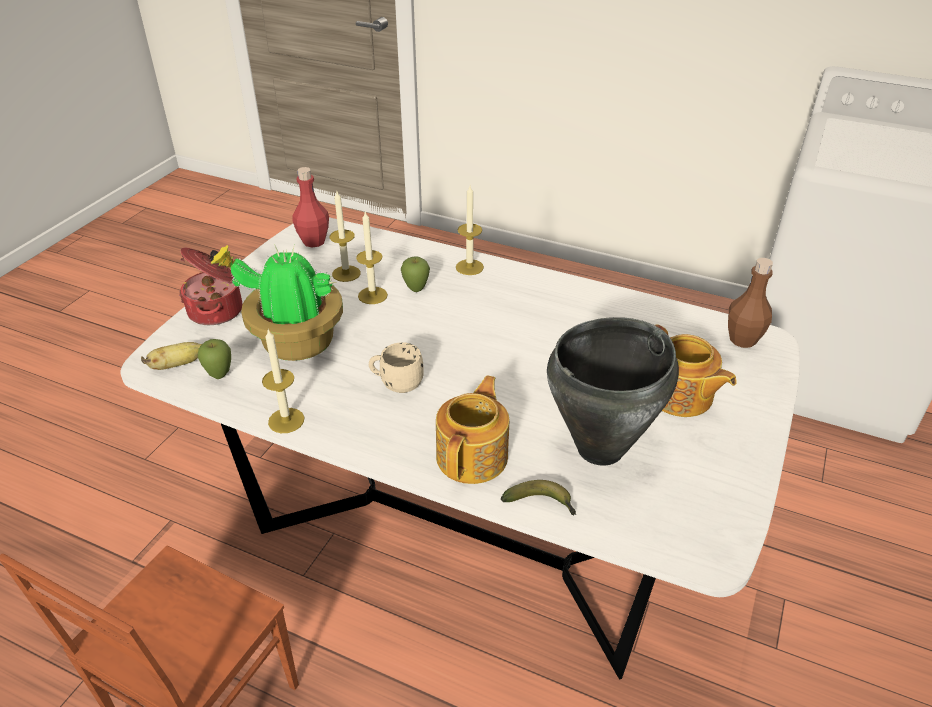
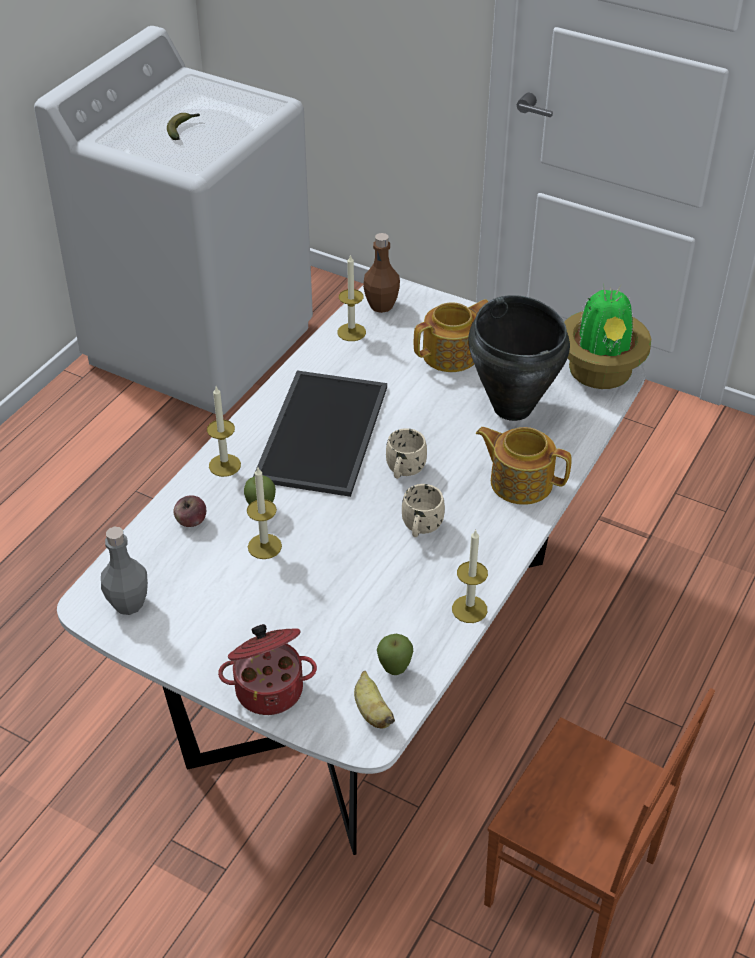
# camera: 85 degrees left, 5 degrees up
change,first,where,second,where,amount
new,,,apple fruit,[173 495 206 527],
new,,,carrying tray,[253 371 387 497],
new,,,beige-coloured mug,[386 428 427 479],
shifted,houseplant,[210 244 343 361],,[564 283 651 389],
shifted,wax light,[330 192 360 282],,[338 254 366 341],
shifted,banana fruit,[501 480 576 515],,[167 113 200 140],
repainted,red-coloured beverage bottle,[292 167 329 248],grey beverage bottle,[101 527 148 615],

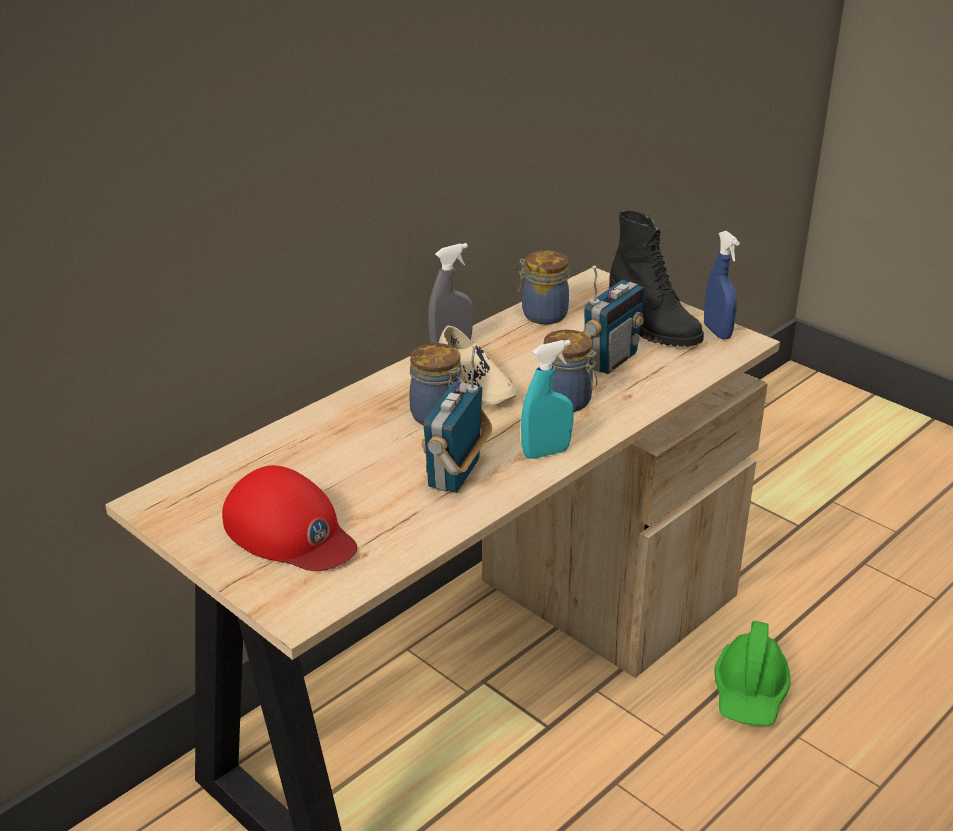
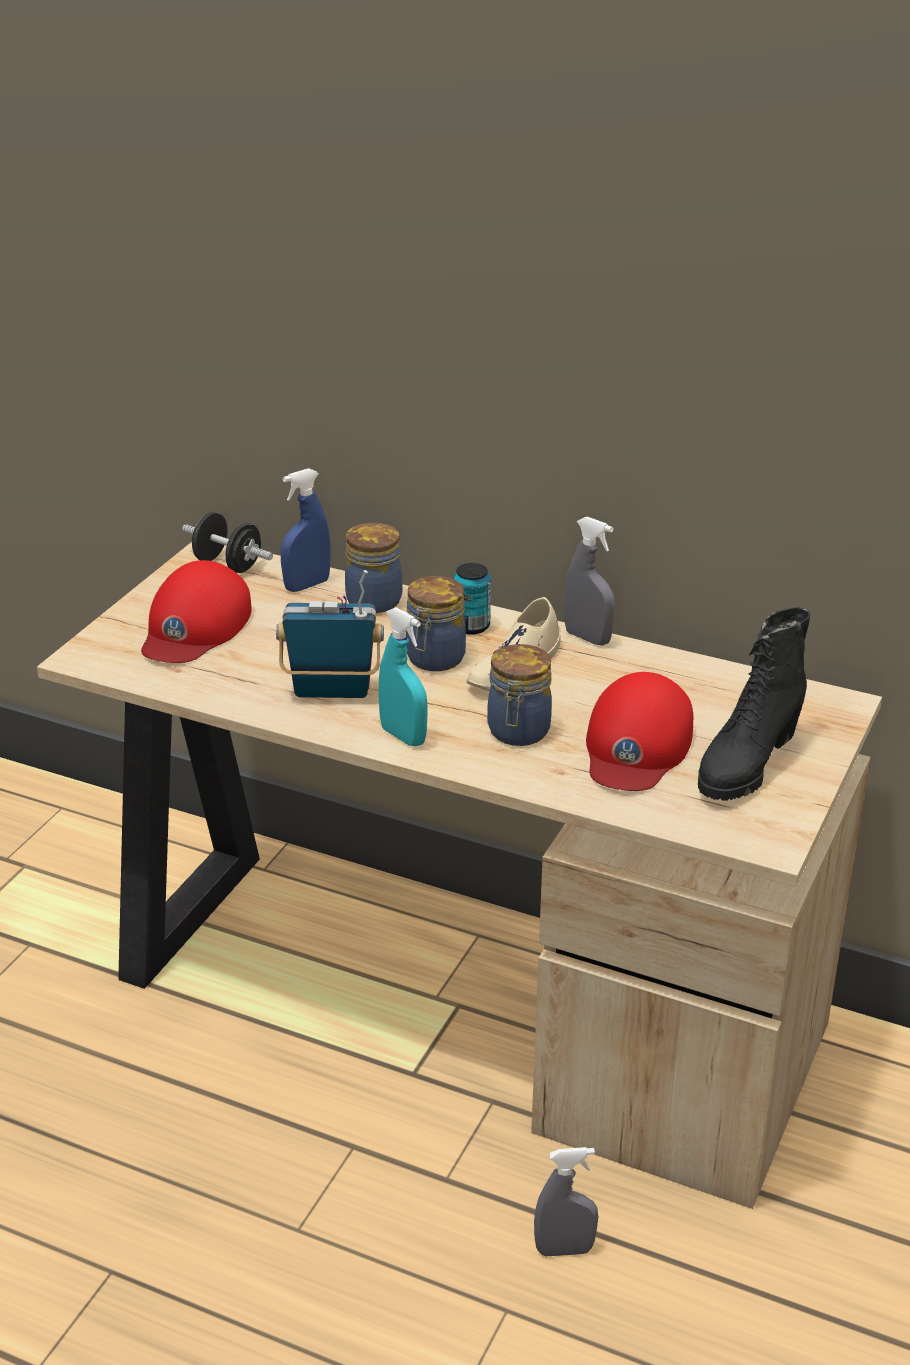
# camera: 70 degrees right, 0 degrees up
change,first,where,second,where,amount
new,,,blackish free weight,[182 512 273 573],
new,,,can,[453 563 491 635],
shifted,storage jar,[517 250 569 324],,[345 523 403 613],
shifted,blue sprayer,[704 231 740 340],,[281 468 331 592],
swapped,radio,[582 265 645 374],red-coloured cap,[586 672 693 791],
swapped,green work helmet,[714 621 791 726],grey sprayer,[534 1147 598 1256],

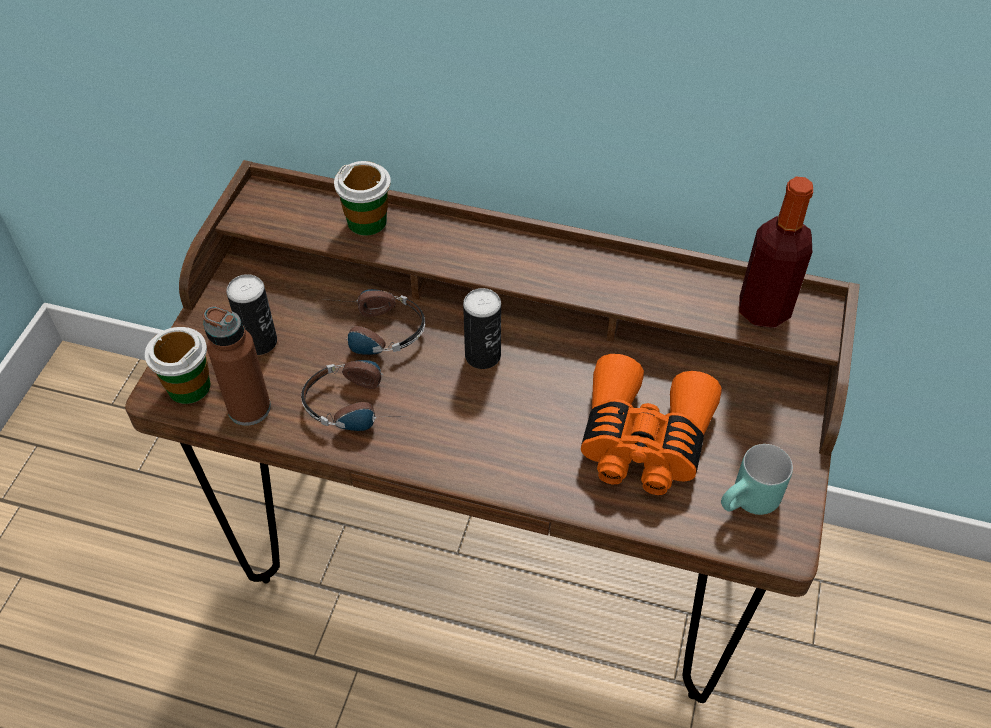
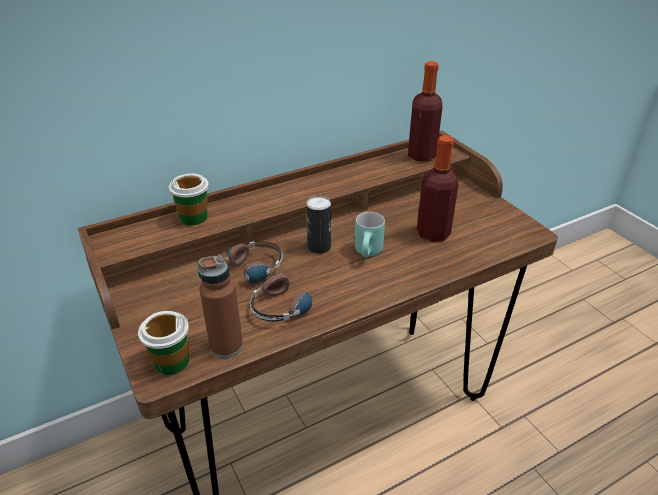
# camera: 45 degrees left, 15 degrees down
change,first,where,second,where,amount
gone,can,[226 274 277 355],,,
shifted,turquoise-coloured mug,[721 444 793 515],,[355 212 385 257],
swapped,orange-coloured pair of binoculars,[581 354 722 495],beverage bottle,[417 135 459 242],

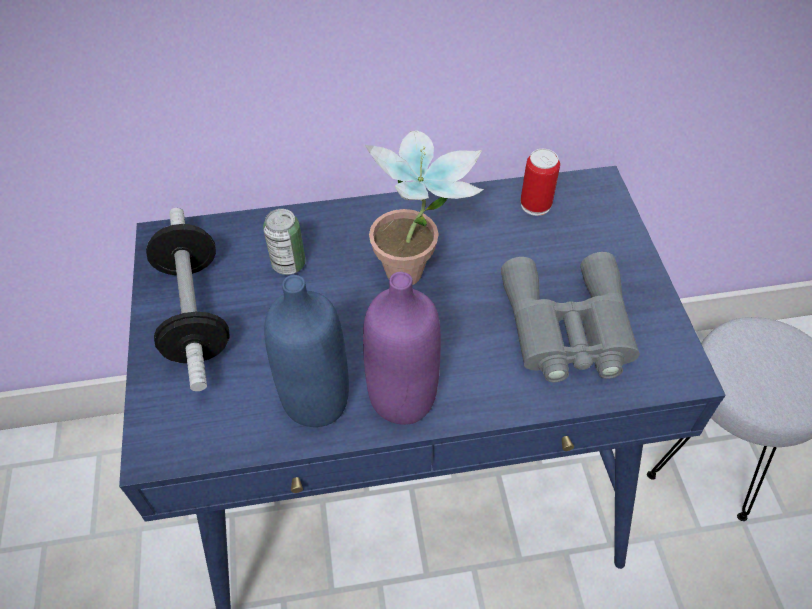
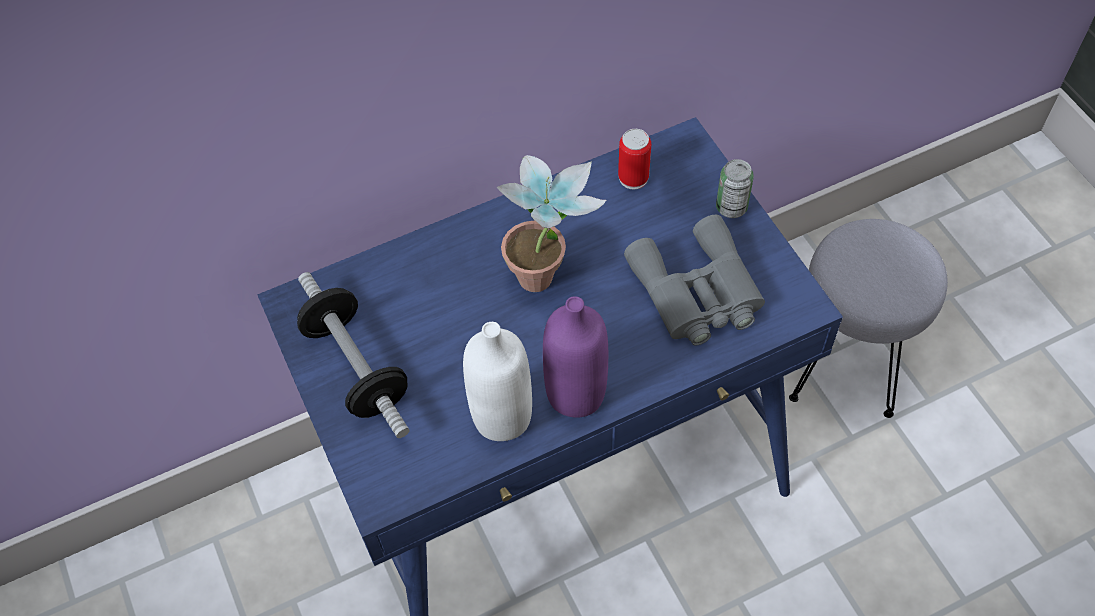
# camera: 15 degrees left, 5 degrees up
change,first,where,second,where,amount
shifted,can,[263 209 306 275],,[716 159 754 218],
repainted,blue beverage bottle,[264 275 349 427],white beverage bottle,[463 322 532 441],

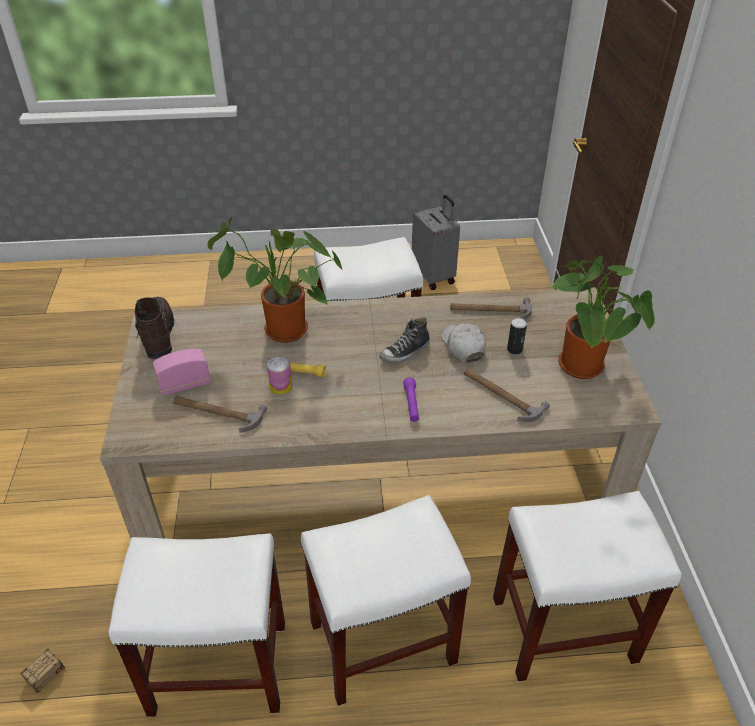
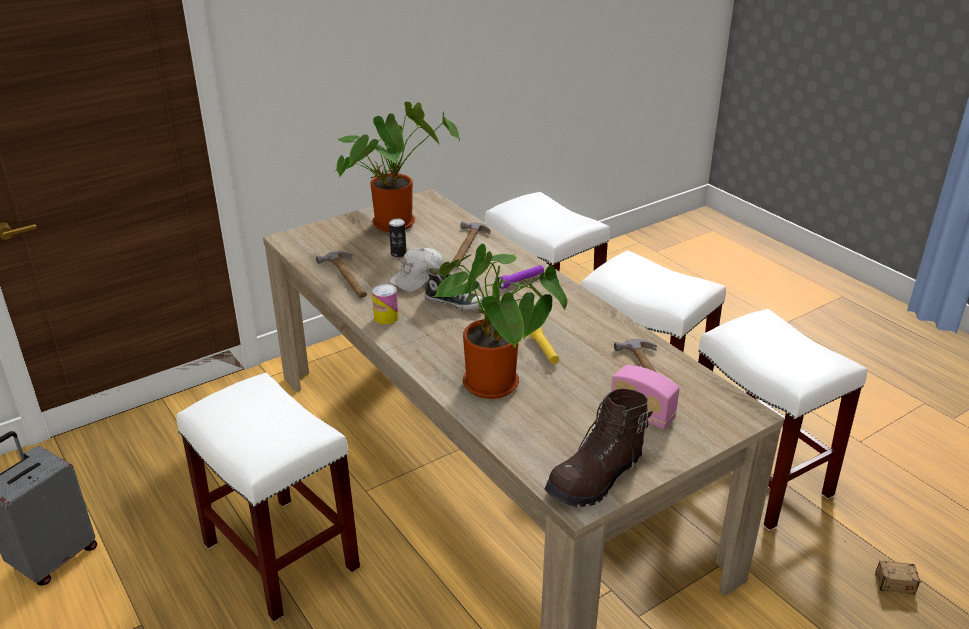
# camera: 120 degrees left, 10 degrees down
change,first,where,second,where,amount
shifted,can,[267 357 292 394],,[372 284 398 325],

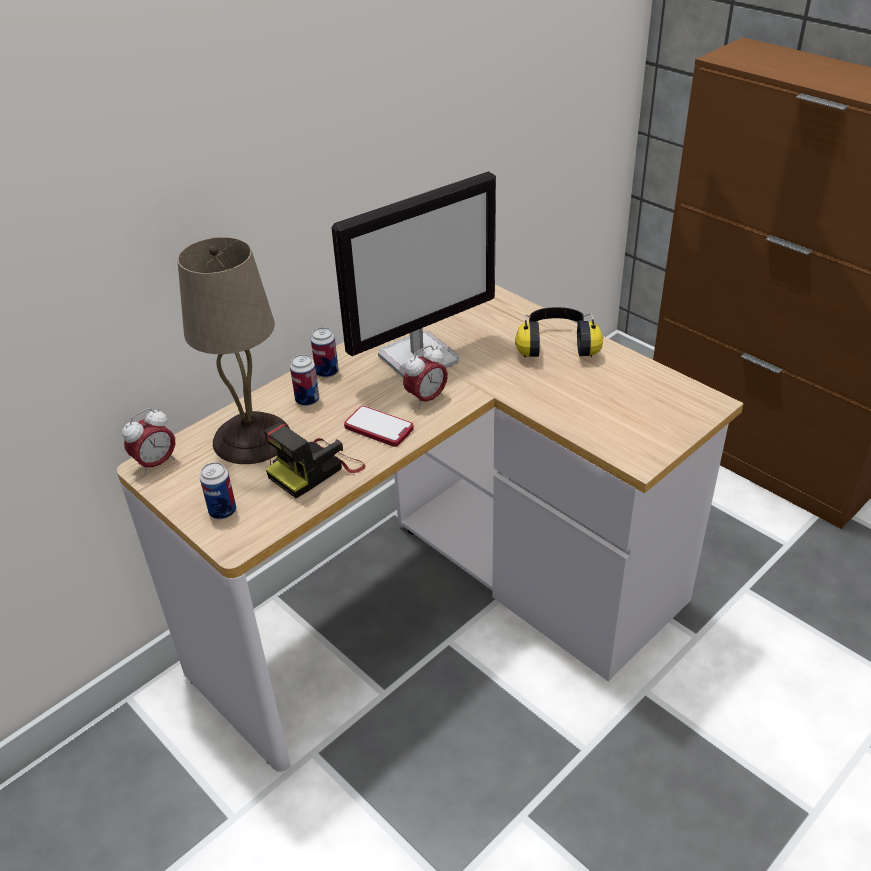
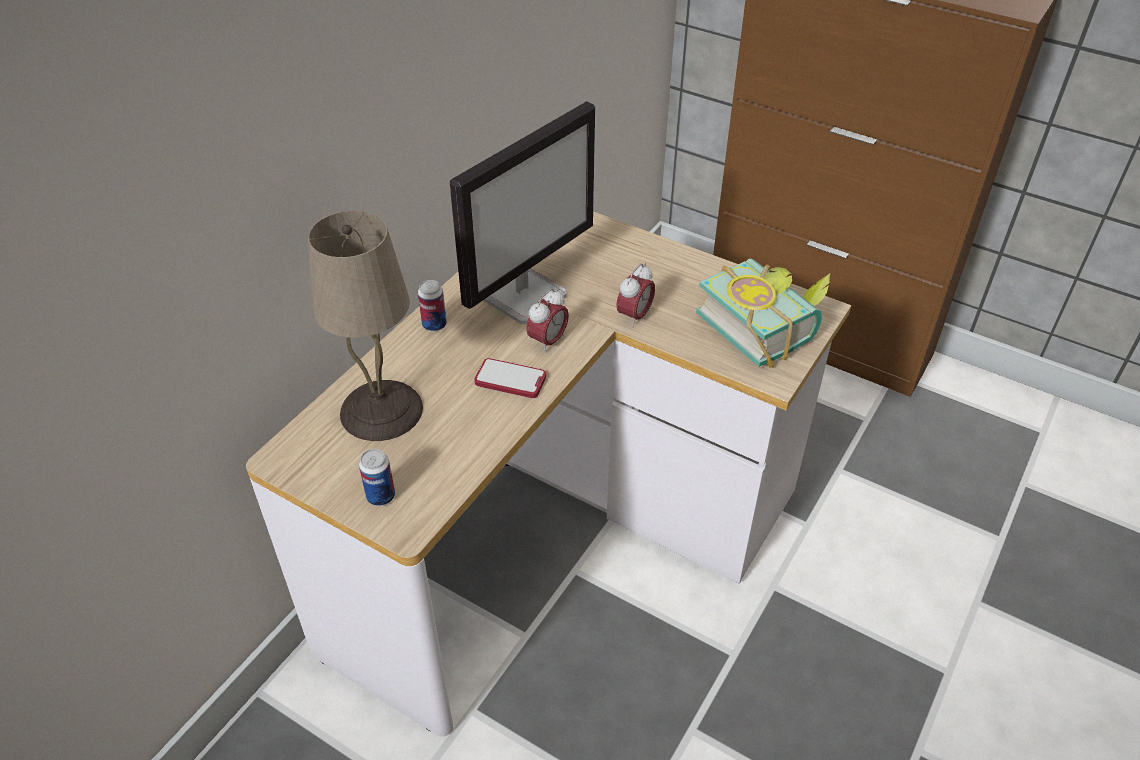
# camera: 15 degrees left, 5 degrees up
change,first,where,second,where,amount
gone,still camera,[264 423 365 498],,,
gone,can,[290 354 319 406],,,
gone,headset,[515 307 603 358],,,
new,,,volume,[696 258 830 368],
shifted,table clock,[122 408 175 476],,[617 263 655 328],

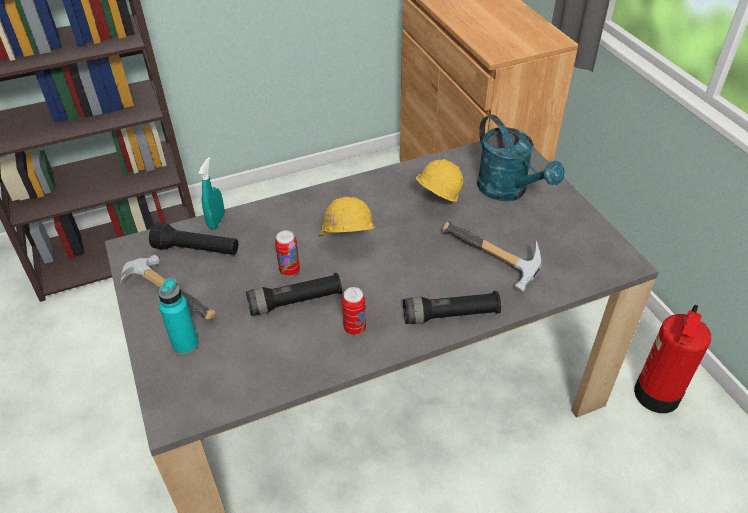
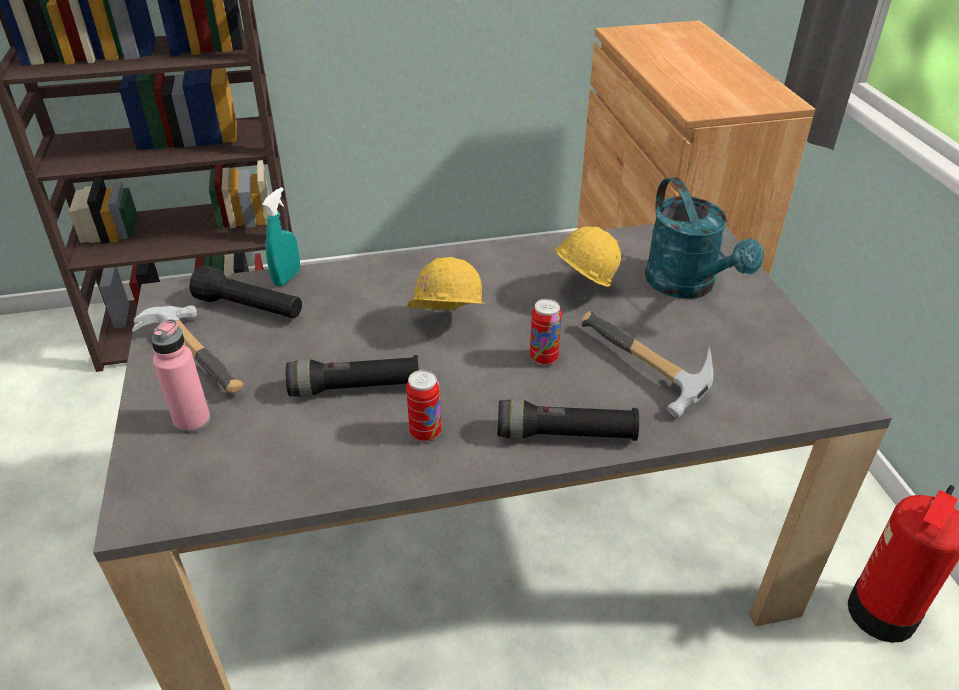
# camera: 10 degrees right, 5 degrees down
change,first,where,second,where,amount
shifted,can,[275 230 300 276],,[530 299 562 365],
repainted,turquoise-coloured beverage bottle,[158 278 199 355],pinkish beverage bottle,[151 319 211 434],

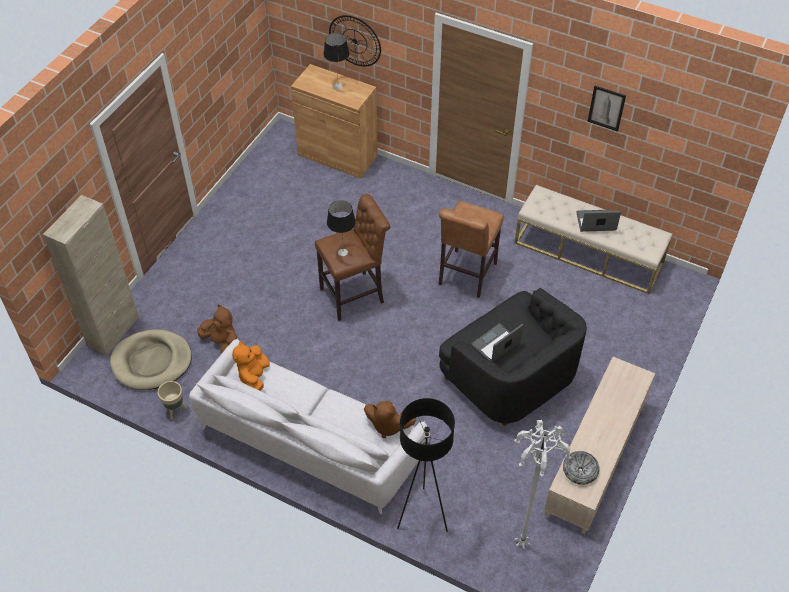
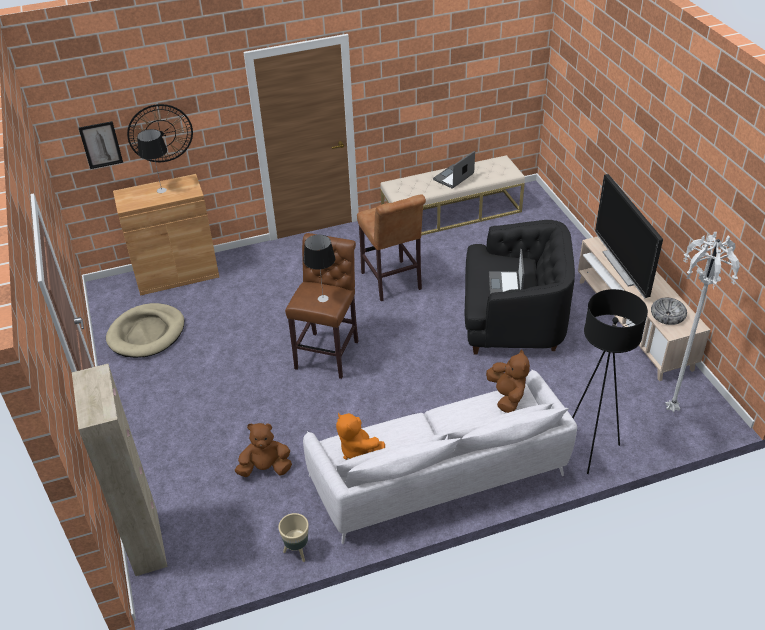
# camera: 45 degrees left, 10 degrees down
change,first,where,second,where,amount
new,,,TV set,[595 174 663 298],
shifted,beige-coloured dog bed,[110 329 192 390],,[106 303 184 358],
shifted,picture,[587 86 626 132],,[79 121 123 169],
rotated,brown-coloured soft toy,[364 401 417 438],,[486 349 530 413],75 degrees counterclockwise

